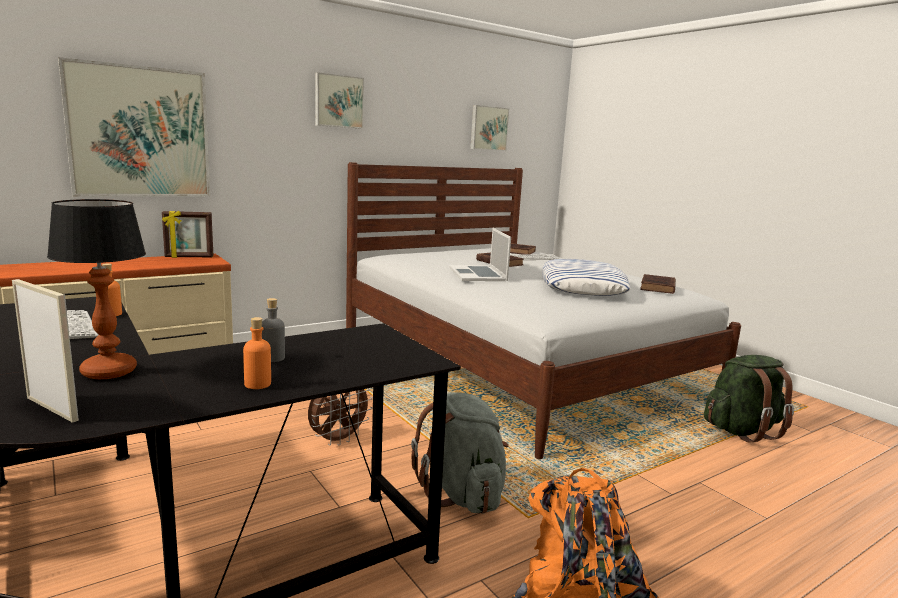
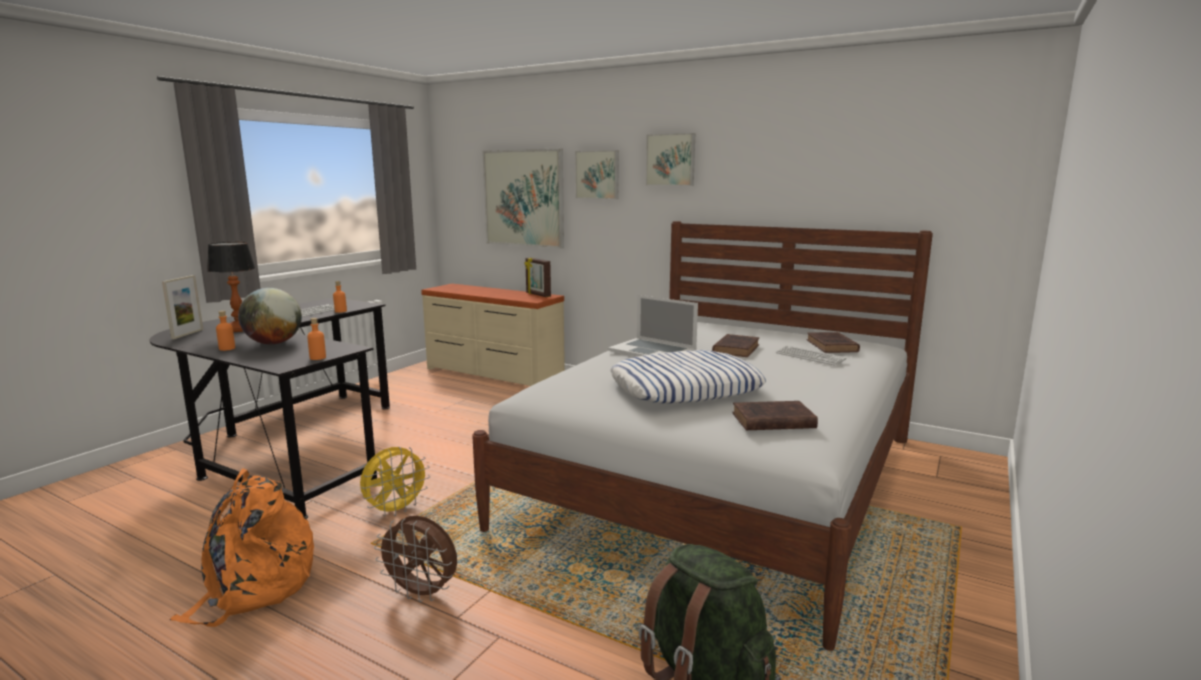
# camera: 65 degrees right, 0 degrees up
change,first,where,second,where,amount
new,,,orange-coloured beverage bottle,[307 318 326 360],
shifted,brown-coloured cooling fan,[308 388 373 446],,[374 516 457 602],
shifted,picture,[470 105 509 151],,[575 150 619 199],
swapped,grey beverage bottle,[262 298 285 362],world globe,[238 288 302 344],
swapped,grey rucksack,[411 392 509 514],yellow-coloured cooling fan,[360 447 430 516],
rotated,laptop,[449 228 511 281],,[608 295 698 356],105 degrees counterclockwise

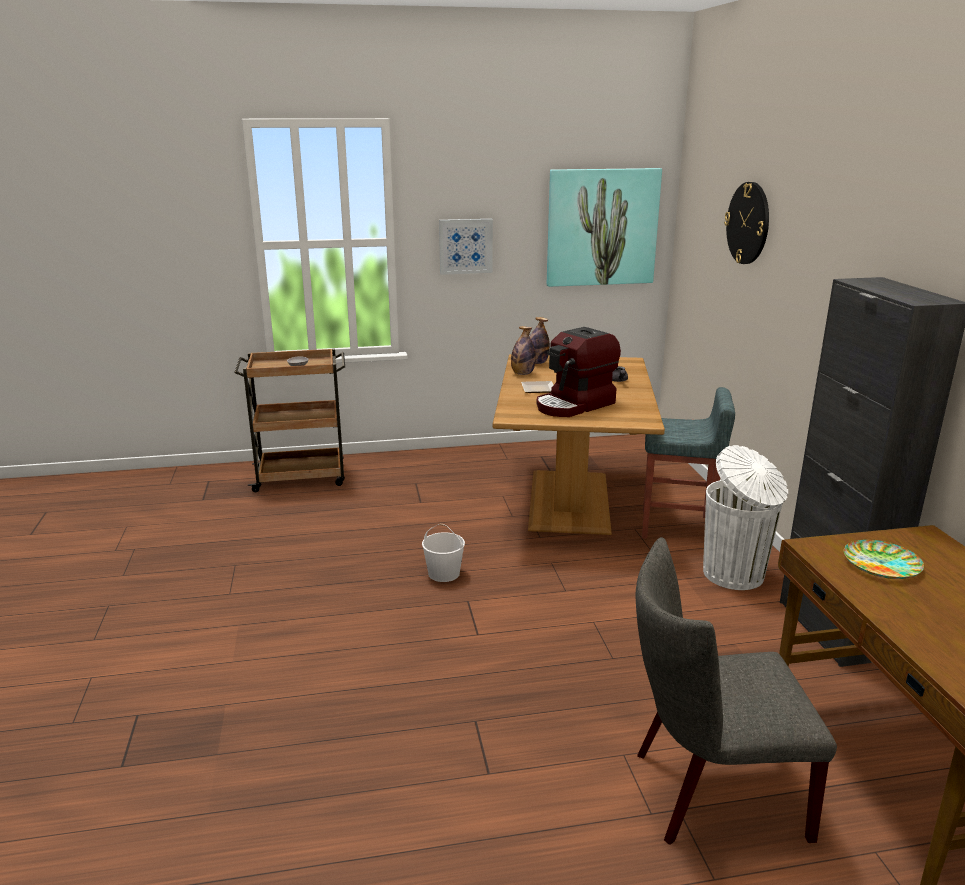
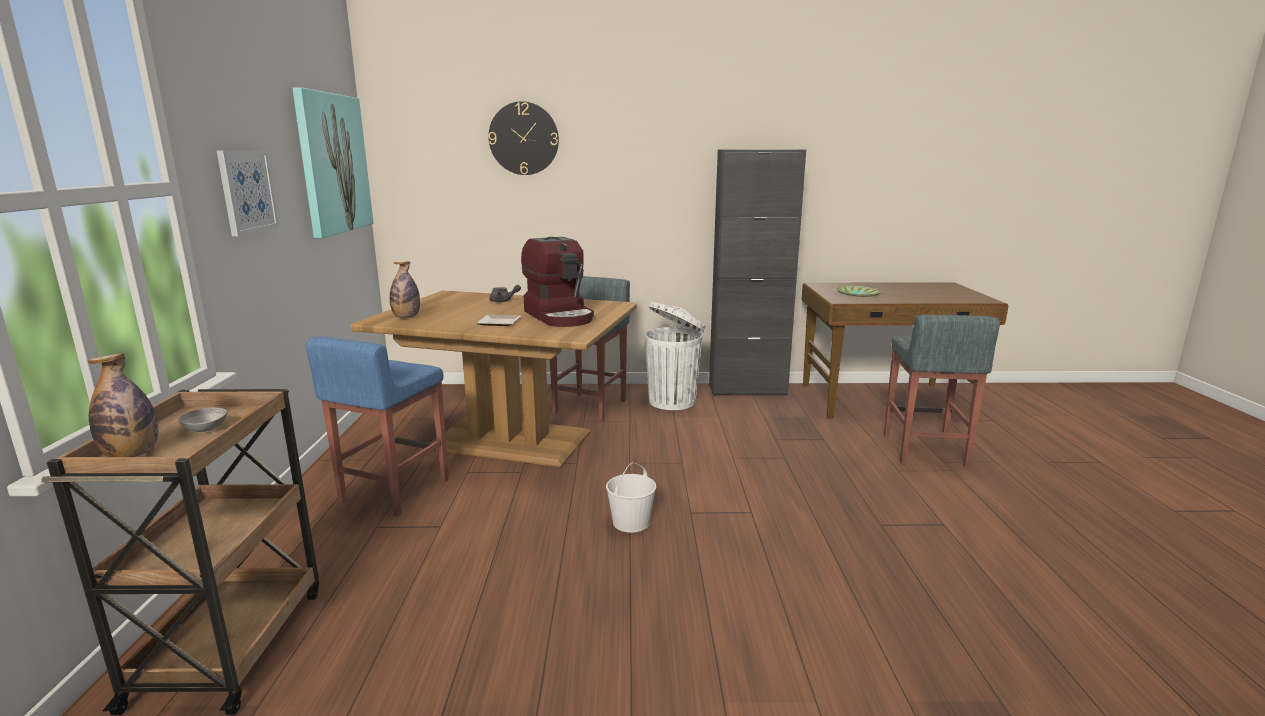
# camera: 80 degrees left, 5 degrees down
change,first,where,second,where,amount
new,,,blue stool seat,[306 336 449 516],
shifted,beverage bottle,[511 326 536 375],,[87 353 158 457],
swapped,grey plain chair,[636 537 837 845],grey stool seat,[884 315 1000 468],

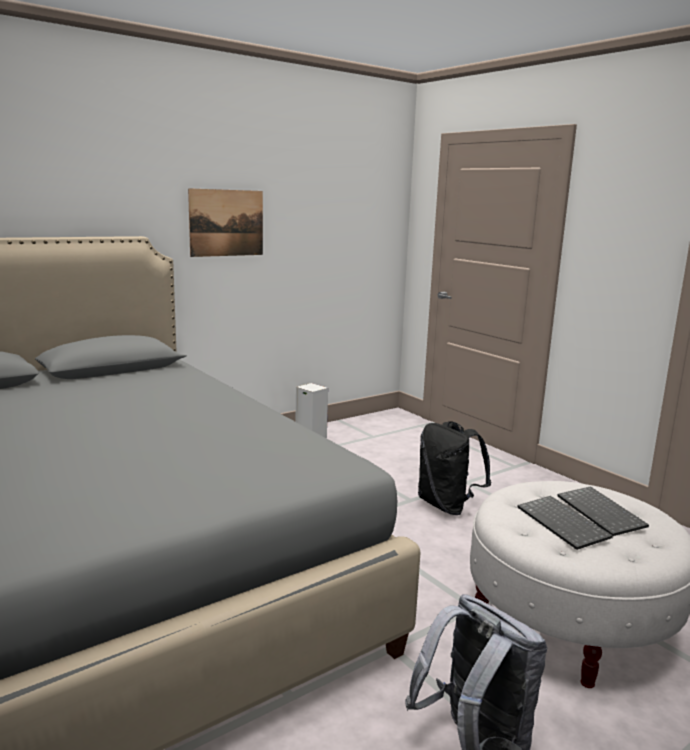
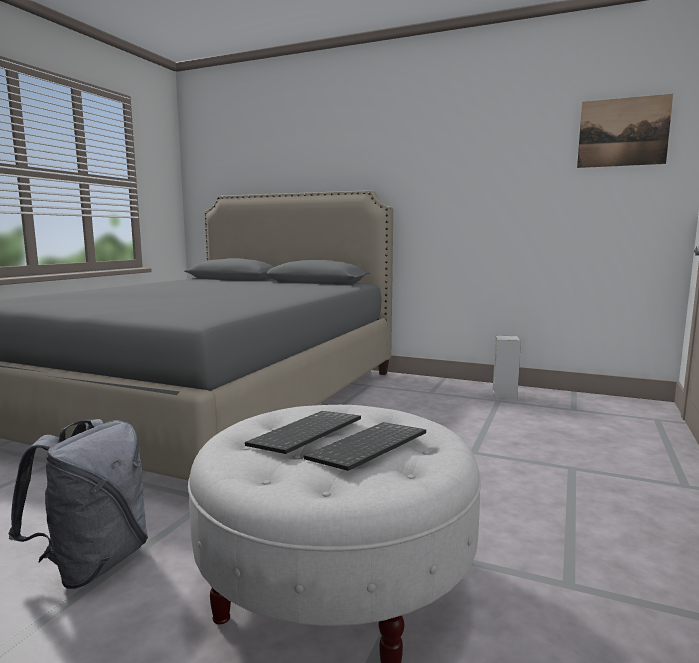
# camera: 60 degrees right, 5 degrees down
change,first,where,second,where,amount
gone,blackish rucksack,[418 421 491 515],,,
shifted,picture,[188 188 263 257],,[577 94 673 168],

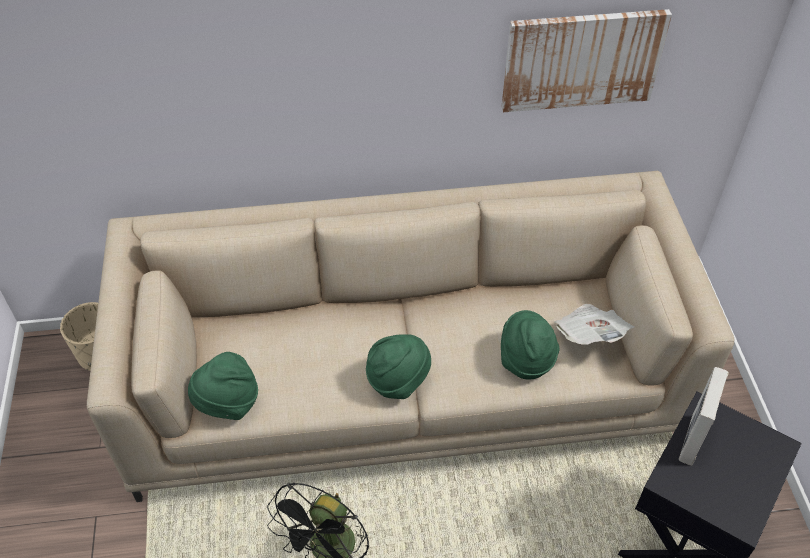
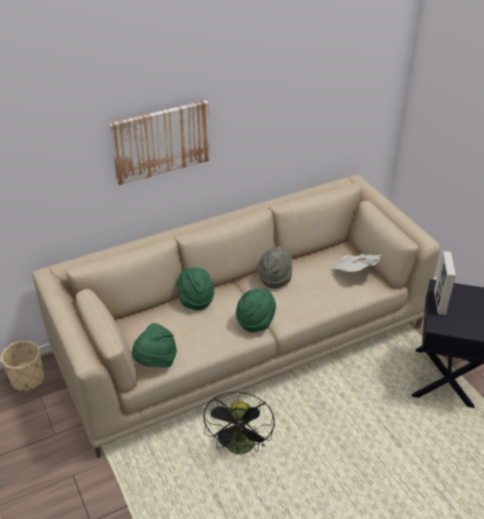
# camera: 20 degrees left, 10 degrees down
change,first,where,second,where,amount
new,,,grey hat,[257 247 292 289],
shifted,green hat,[501 310 559 380],,[177 268 215 310],
shifted,picture,[502 9 672 112],,[109 100 210 185],

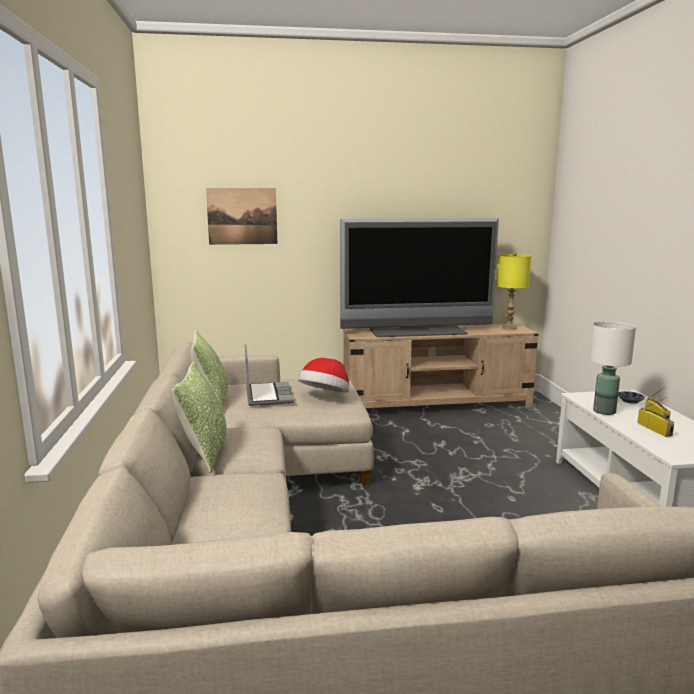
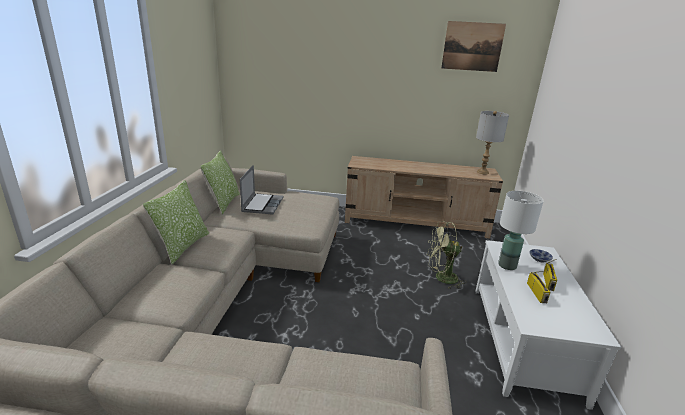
# camera: 15 degrees right, 10 degrees up
change,first,where,second,where,amount
gone,hat,[298 358 350 393],,,
gone,TV set,[340 218 499 337],,,
new,,,green cooling fan,[427 221 465 289],
shifted,picture,[206 188 277 245],,[441 21 506 72],
repainted,yellow-coloured lamp for a table,[496 252 531 330],grey lamp for a table,[476 111 509 174],

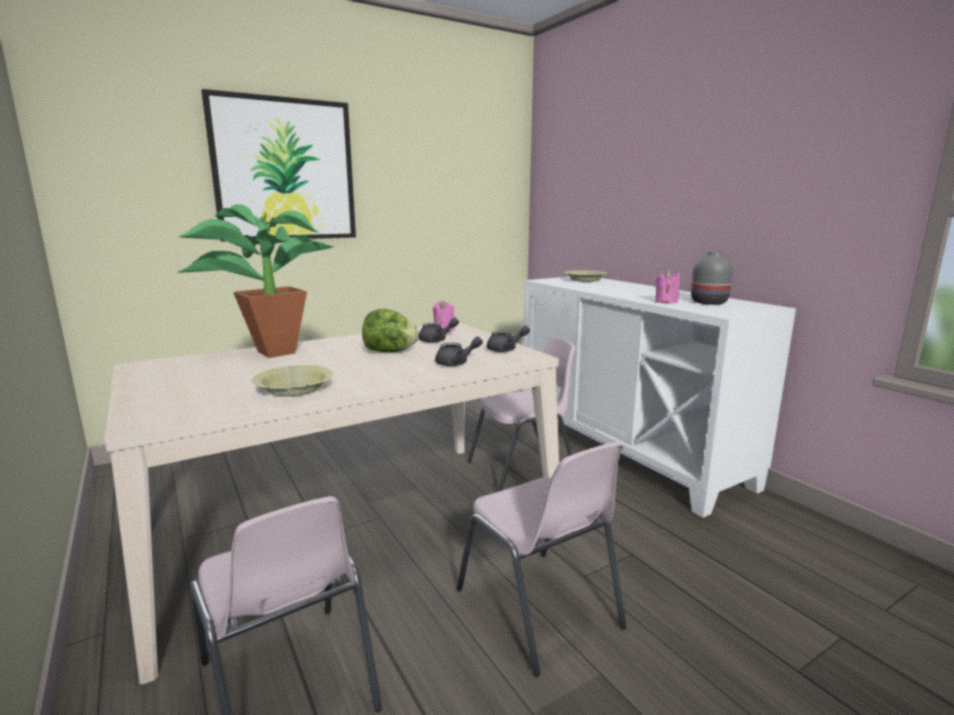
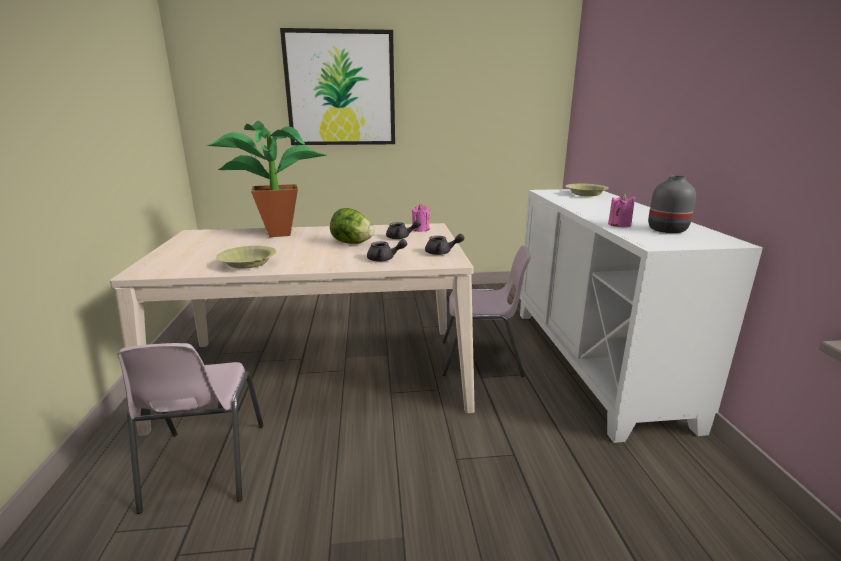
# camera: 25 degrees right, 5 degrees up
change,first,where,second,where,amount
gone,pinkish plain chair,[457 442 627 677],,,

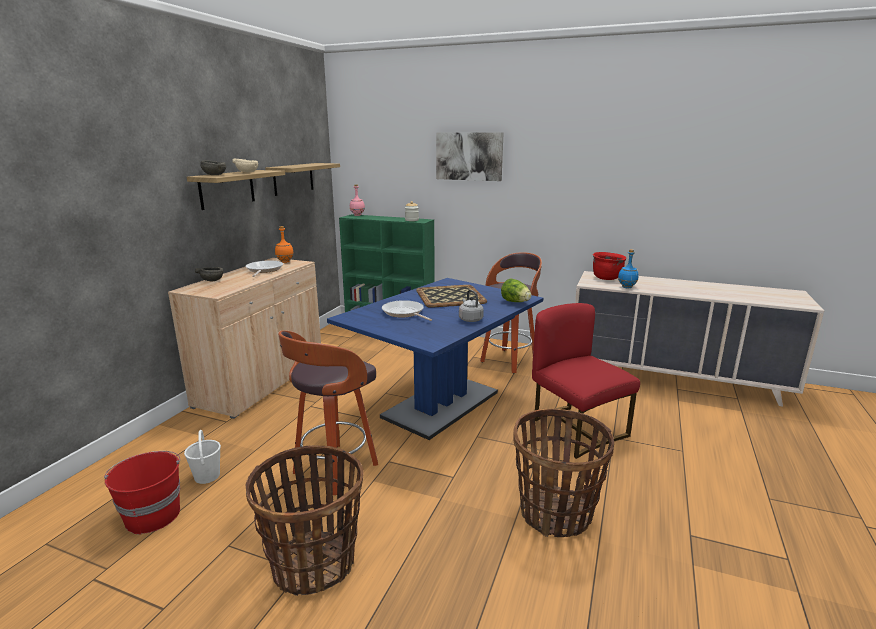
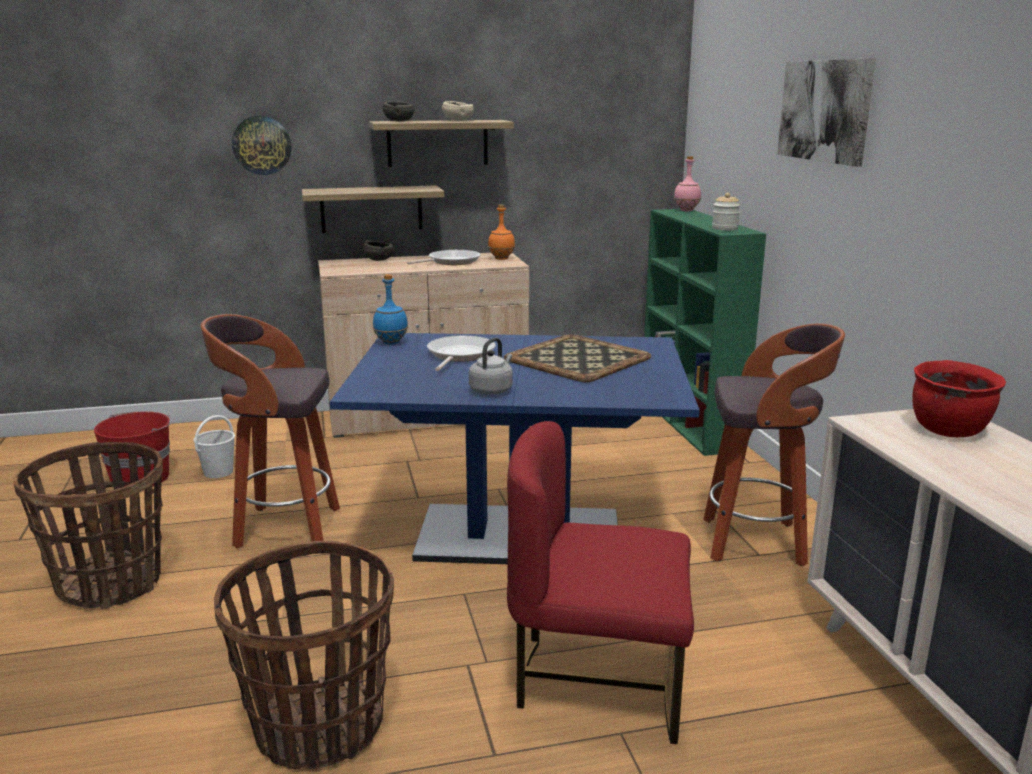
# camera: 55 degrees right, 0 degrees up
change,first,where,second,where,amount
gone,head of lettuce,[501 278 532 302],,,
new,,,clock on the wall,[232 116 291 175],
shifted,shelf,[265 163 340 196],,[302 185 444 233],
shifted,blue beverage bottle,[618 249 639 288],,[373 274 408 345],
rotated,red-coloured plain chair,[532 303 640 459],,[507 421 694 744],105 degrees counterclockwise

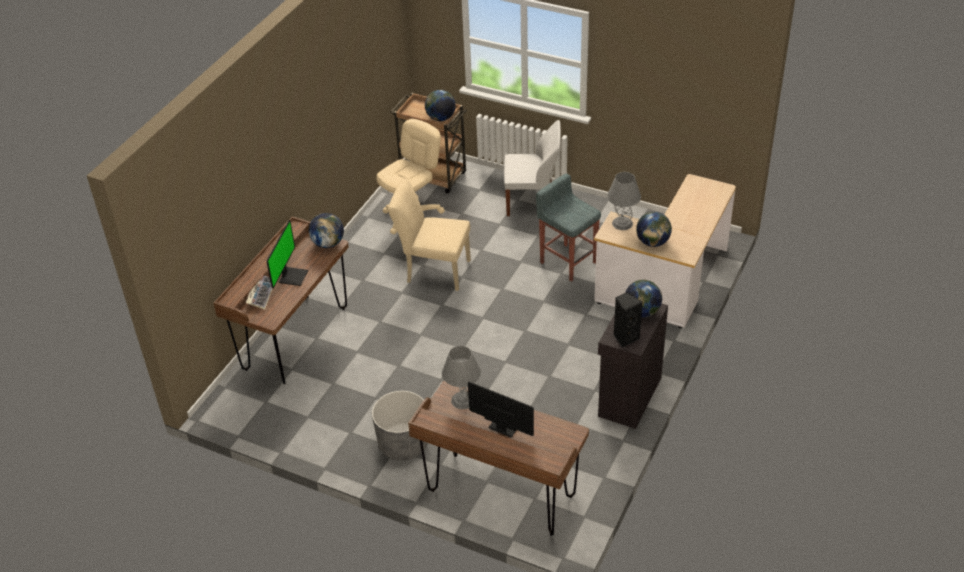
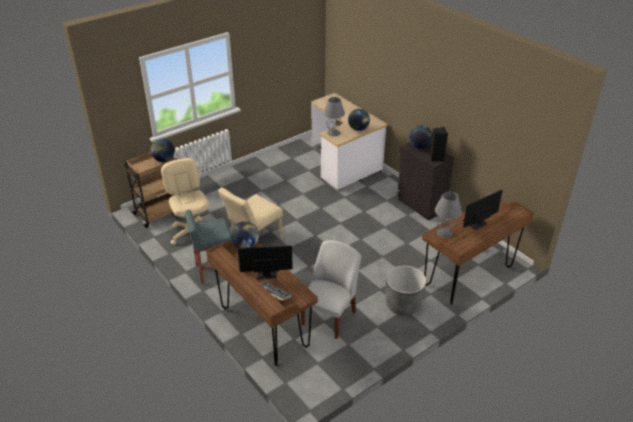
# camera: 65 degrees left, 5 degrees down
change,first,where,second,where,amount
shifted,white plain chair,[504 120 561 216],,[301 240 361 339],
shifted,grey stool seat,[536 174 601 282],,[185 210 232 284],
rotated,computer screen,[267 220 308 288],,[238 246 293 279],45 degrees counterclockwise

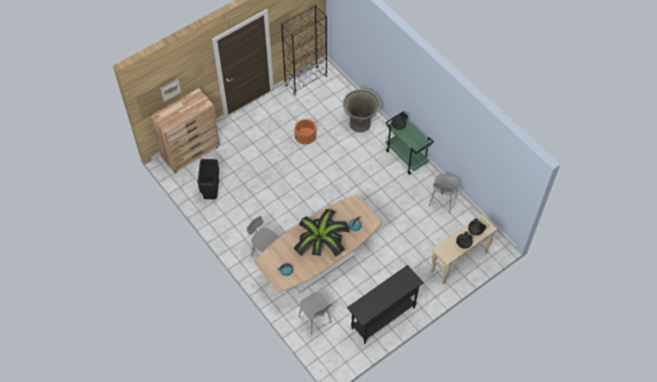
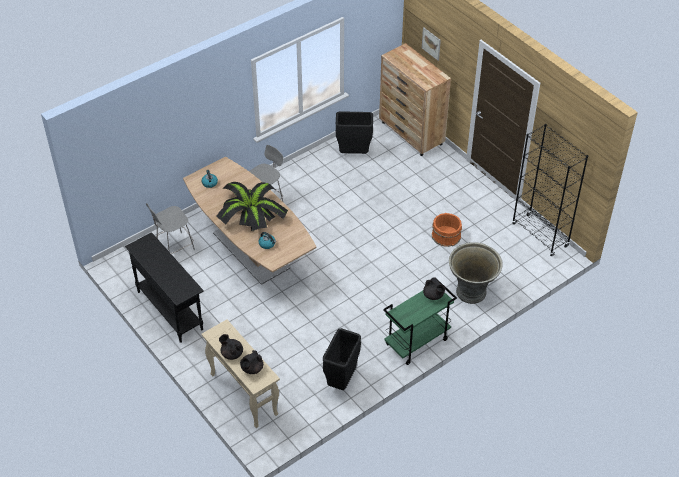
# camera: 90 degrees right, 10 degrees down
change,first,where,second,where,amount
swapped,grey plain chair,[429 173 459 214],blackish trash can,[323 328 361 390],

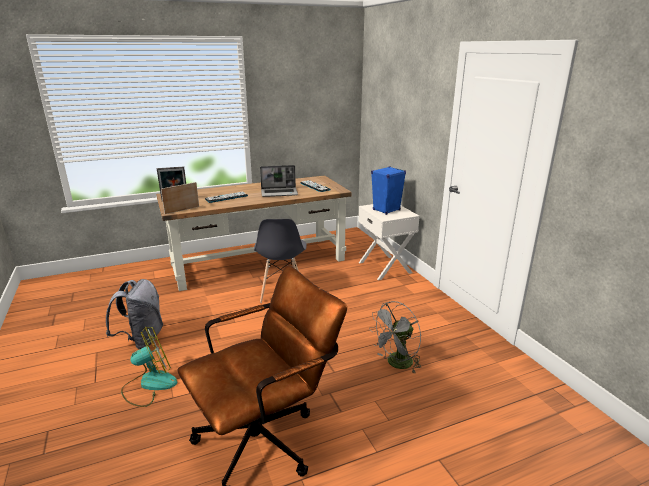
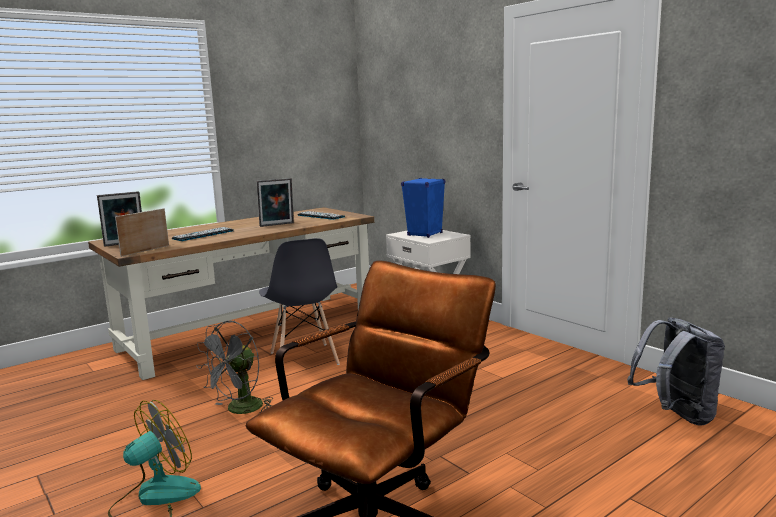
# camera: 15 degrees left, 10 degrees down
change,first,where,second,where,amount
shifted,grey rucksack,[106 279 163 349],,[627 317 725 426],
shifted,grey cooling fan,[369 301 421 373],,[196 321 273 414],
swapped,laptop,[260 165 298 197],photo frame,[257 178 294 227],

